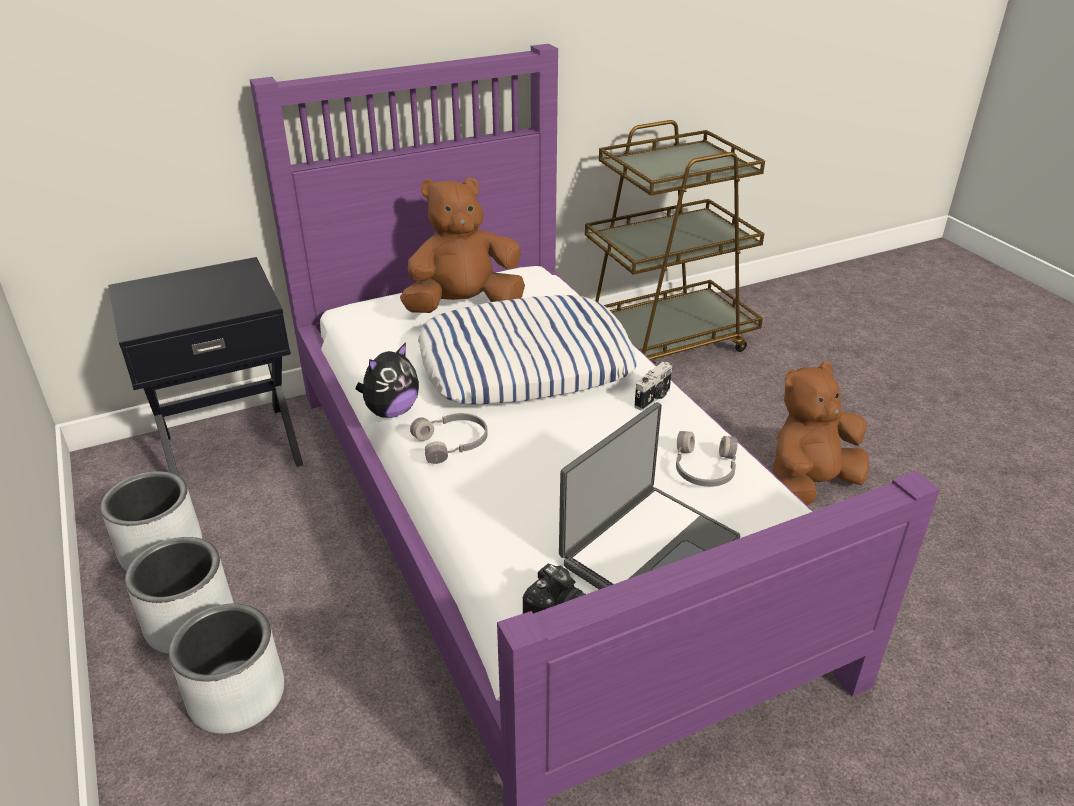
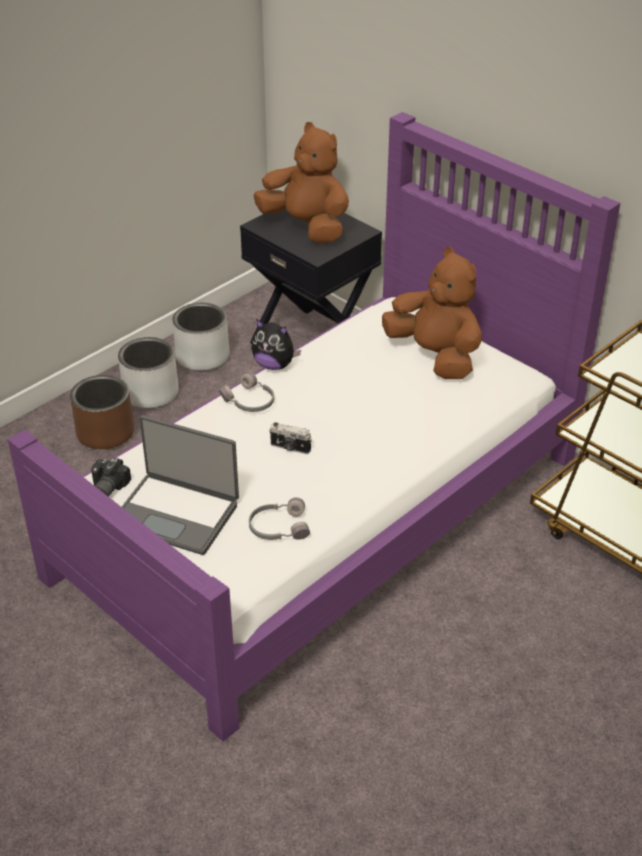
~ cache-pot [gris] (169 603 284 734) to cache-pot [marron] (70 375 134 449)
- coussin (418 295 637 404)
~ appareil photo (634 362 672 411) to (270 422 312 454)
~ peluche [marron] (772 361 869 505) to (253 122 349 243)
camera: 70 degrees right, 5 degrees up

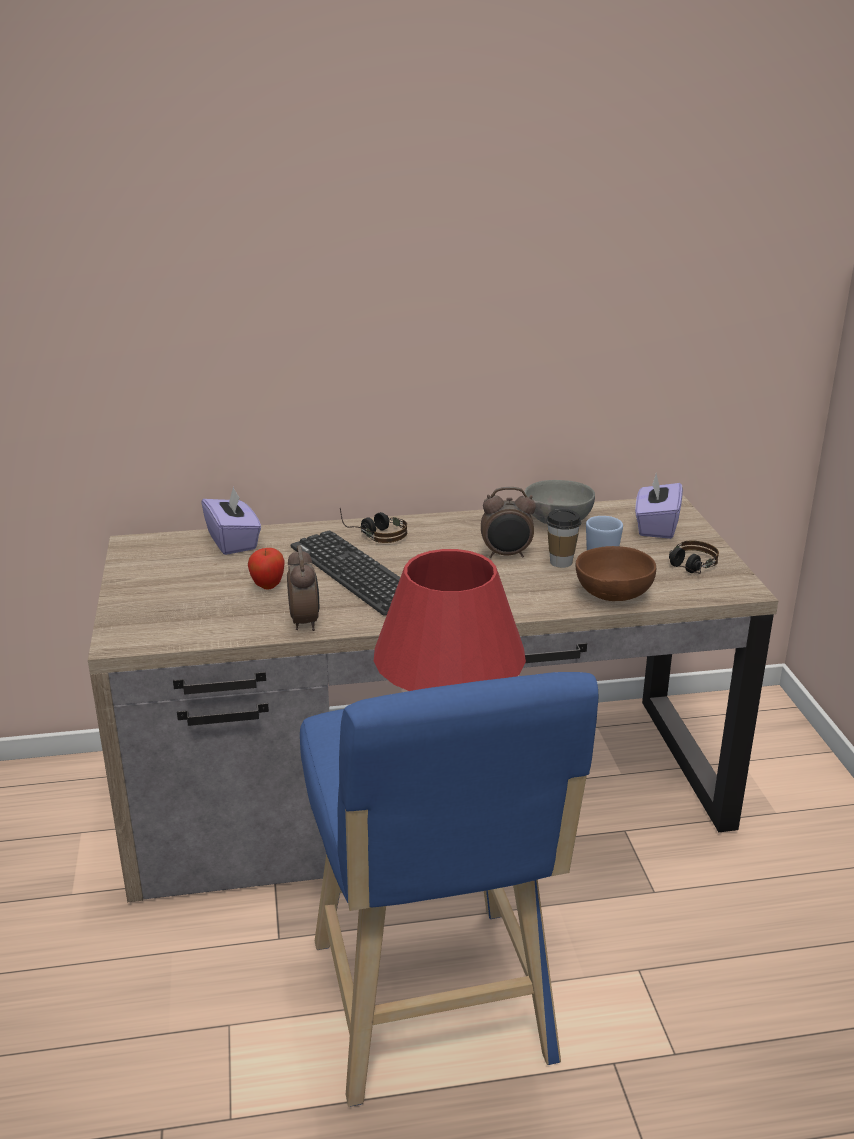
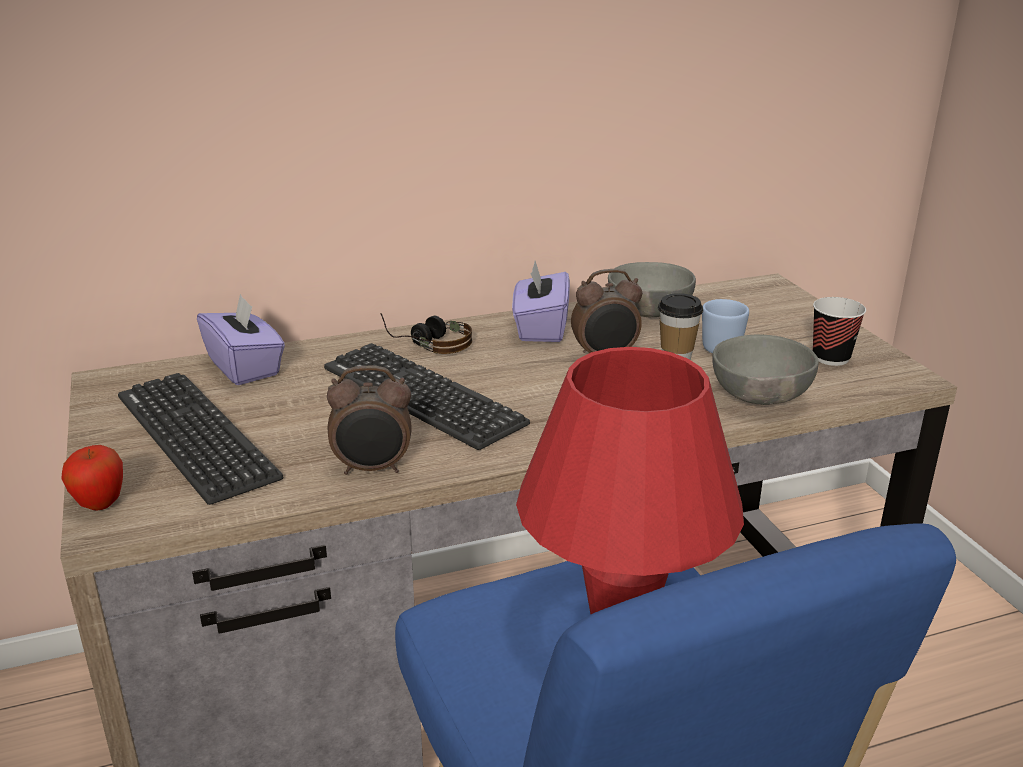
~ pomme (248 548 285 589) to (61 445 123 511)
~ réveil (287 545 319 631) = (327 366 411 475) 105 degrees clockwise
~ bol [marron] (576 546 656 601) to bol [gris] (712 335 819 405)
~ boîte à mouchoirs [violet] (635 474 683 539) to (512 261 570 342)
~ casque audio (669 540 719 574) to tasse (813 297 866 366)
+ clavier (118 373 284 505)
camera: 10 degrees left, 0 degrees up

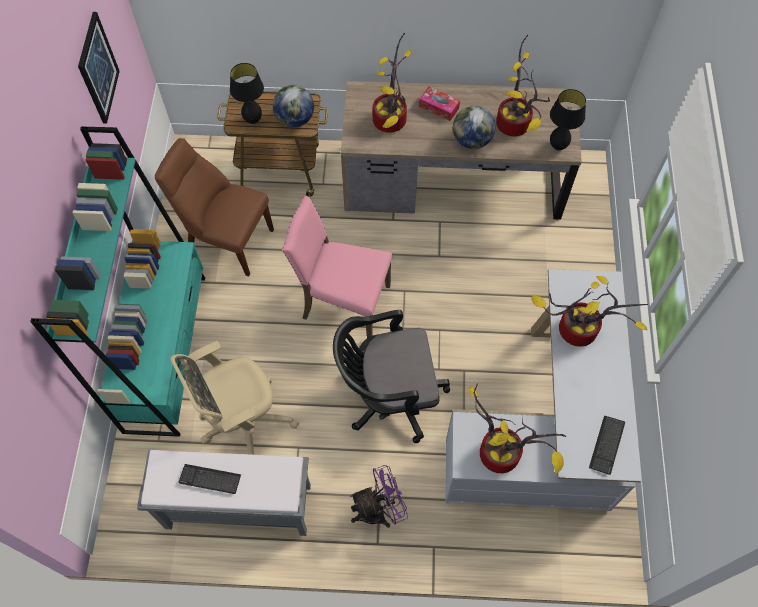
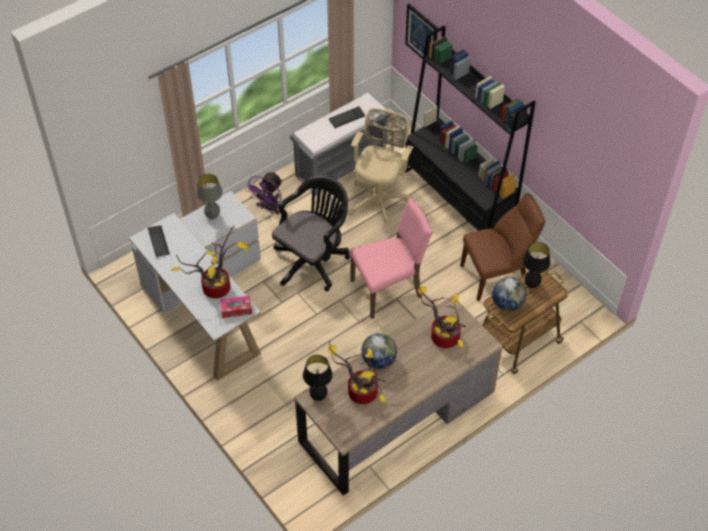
~ bibliothèque [turquoise] (30 127 205 437) to bibliothèque [noir] (405 25 536 231)
~ tableau (78 12 120 123) to (405 4 438 68)
~ boîte à mouchoirs (419 86 460 121) to (220 296 252 318)
~ plante en pot (468 384 566 473) to lampe de table [gris] (196 174 223 219)
camera: 140 degrees right, 10 degrees down

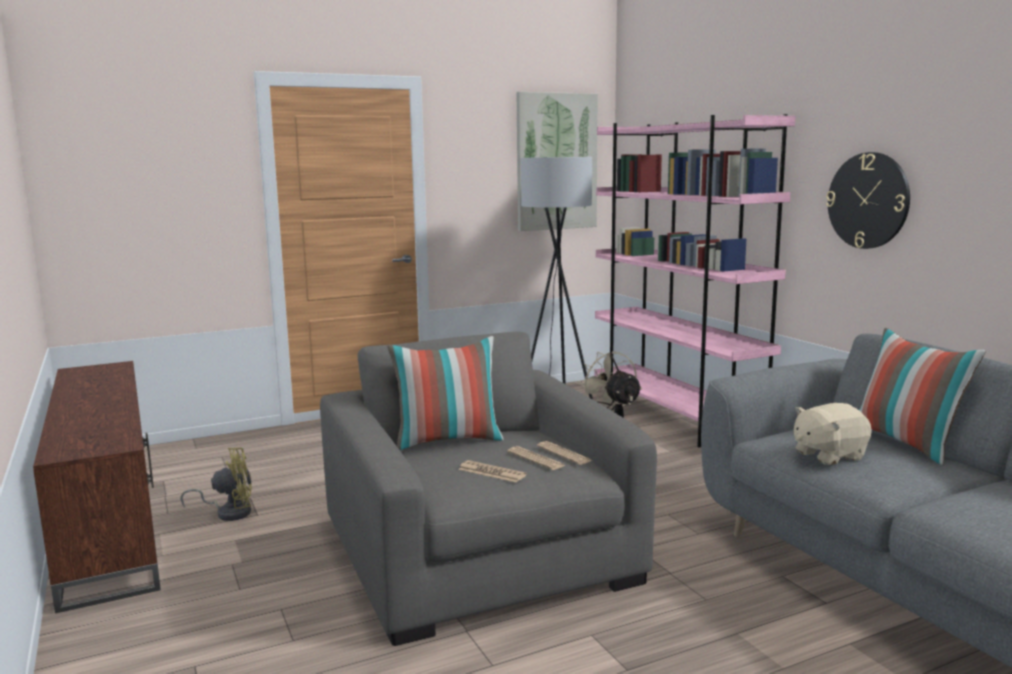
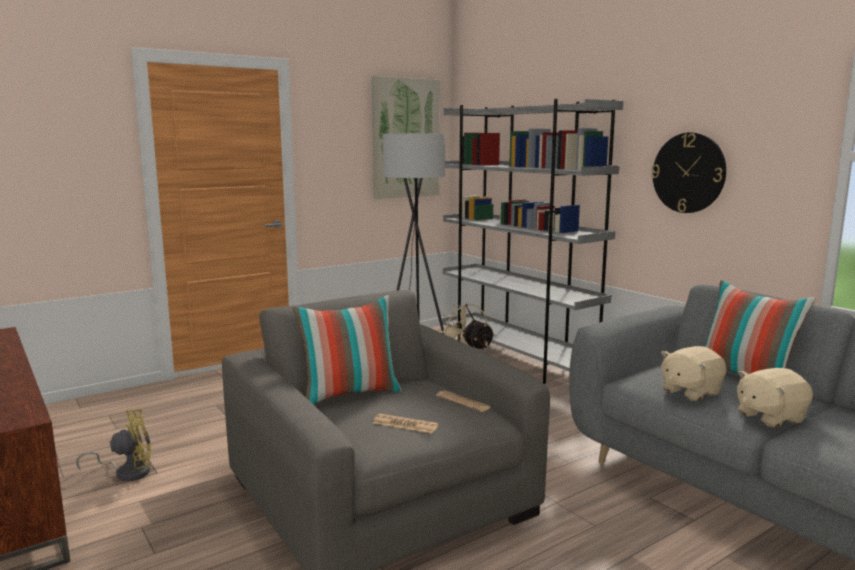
- journal (507 446 566 470)
~ bibliothèque [rose] (594 114 795 448) to bibliothèque [gris] (443 99 623 384)
+ peluche [beige] (737 368 813 427)
camera: 10 degrees left, 0 degrees up

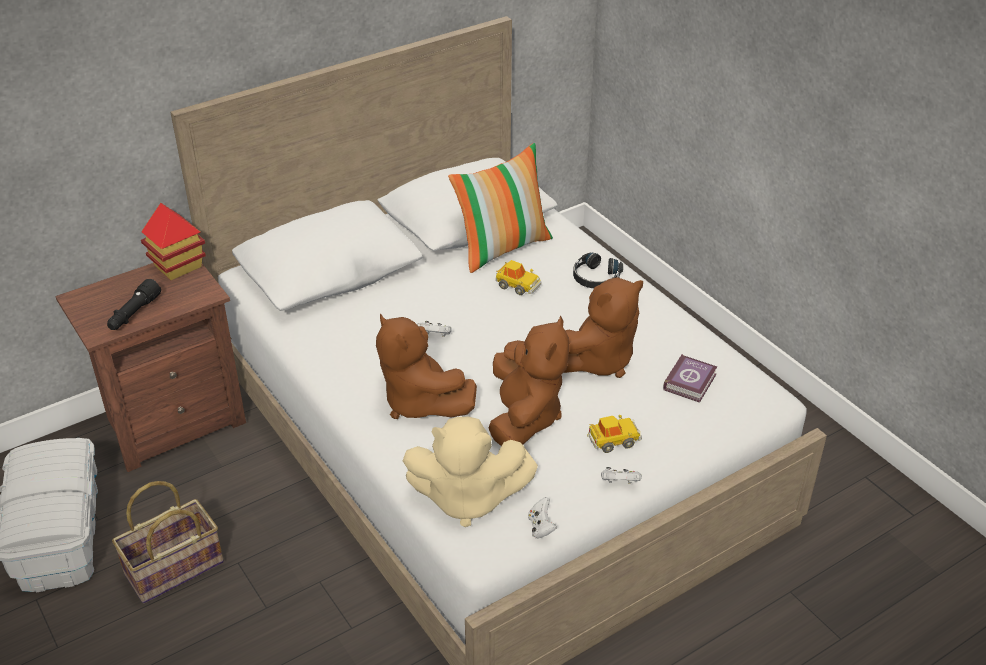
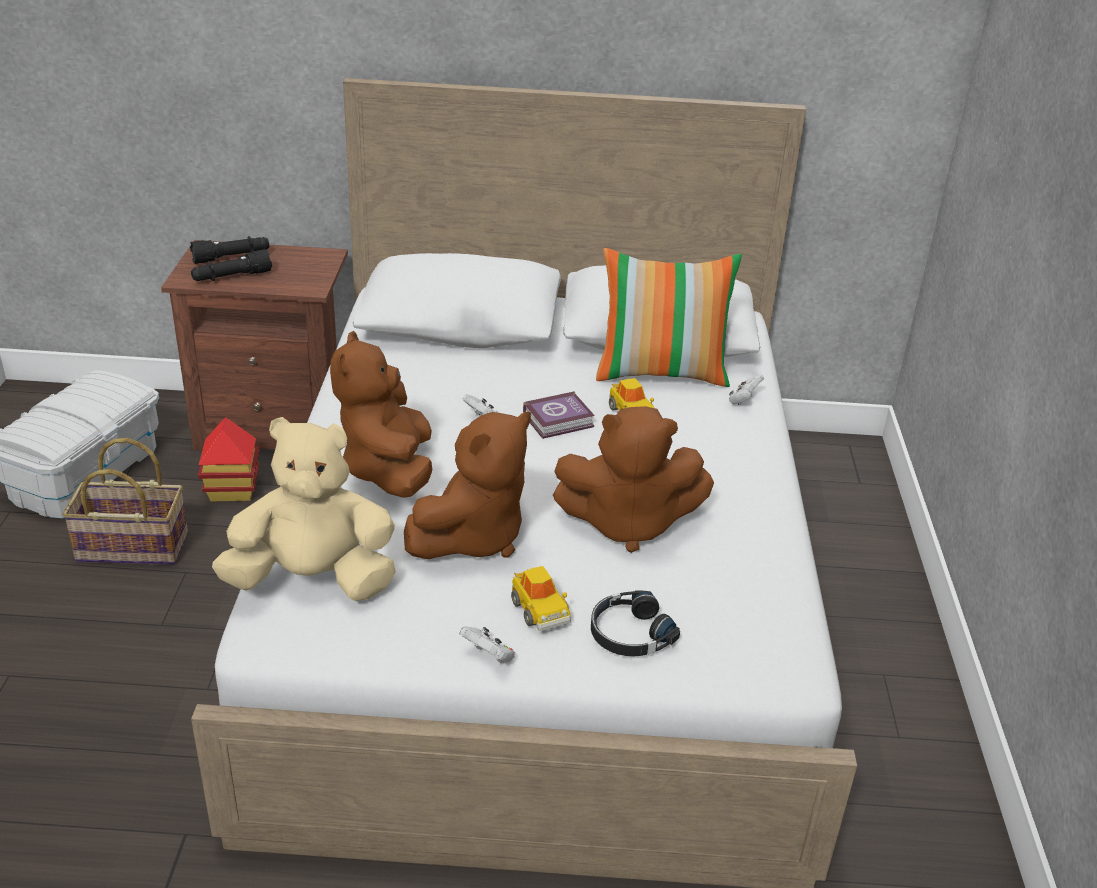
~ maison miniature (141 203 206 280) to (198 417 259 501)
~ peluche [beige] (403 417 538 527) = (212 417 396 601) 135 degrees clockwise
~ manette [blanc] (528 497 557 538) to (729 374 764 405)
~ casque audio [noir] (573 252 623 288) to (591 591 680 657)
~ petite voiture (587 415 642 453) = (511 566 571 631) 45 degrees clockwise
~ livre (663 354 717 403) to (523 391 595 439)
+ lampe de poche [noir] (190 236 269 264)
camera: 35 degrees right, 5 degrees down

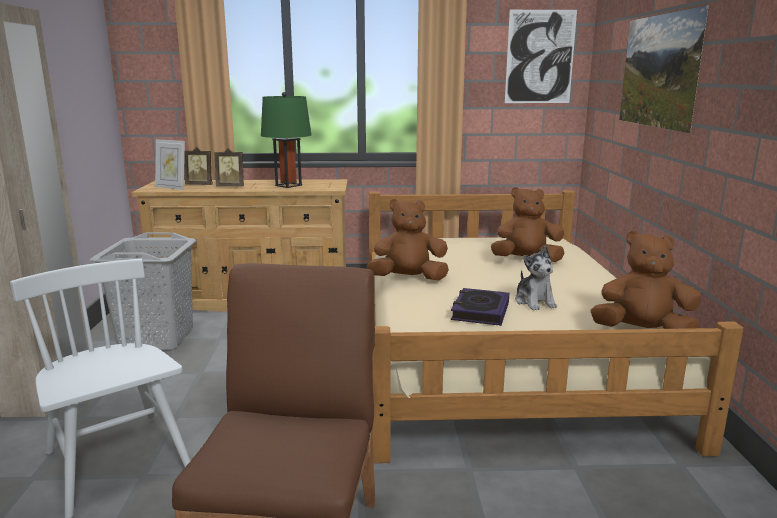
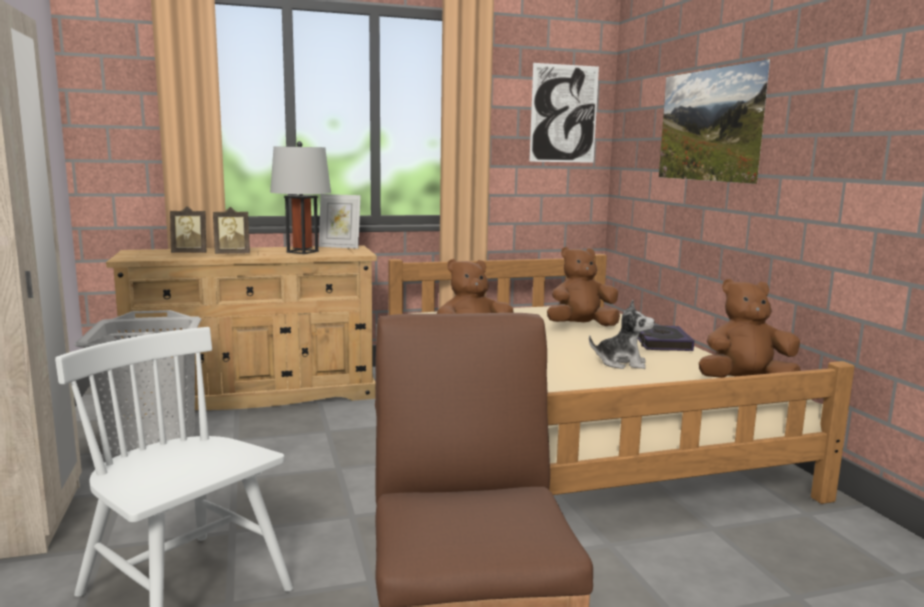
~ cadre photo (155 139 185 190) to (319 194 361 249)
~ lampe de table [vert] (261 92 311 188) to lampe de table [gris] (270 141 331 254)
~ livre (451 288 509 326) to (638 325 694 351)
~ peluche (515 246 557 311) = (589 300 655 369) 45 degrees counterclockwise
camera: 15 degrees left, 5 degrees down

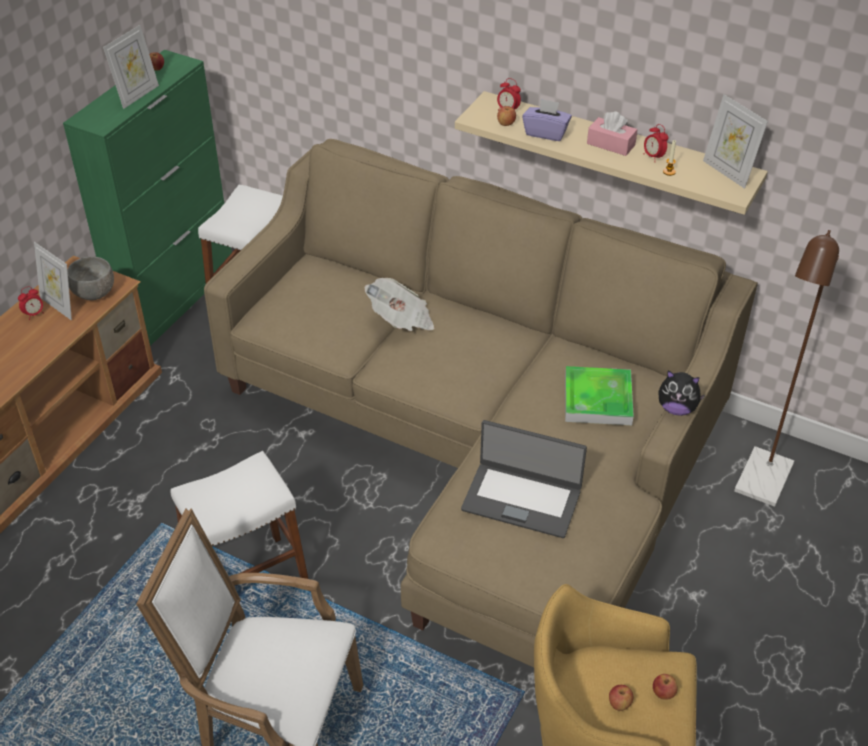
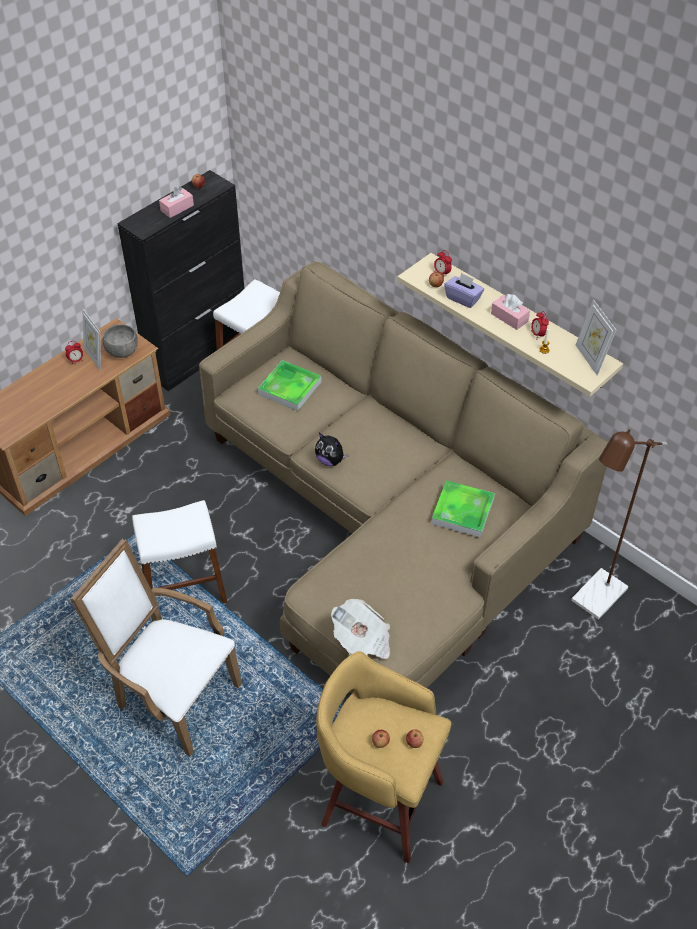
~ meuble de rangement [vert] (63 50 232 346) to meuble de rangement [noir] (117 170 244 391)
~ cadre photo (103 25 159 109) to boîte à mouchoirs [rose] (159 187 194 218)
~ journal (365 278 434 331) to (331 599 390 659)
- ordinateur portable (461 420 587 538)
~ peluche (658 370 706 416) to (315 433 349 466)
+ plateau (258 360 321 411)
camera: 15 degrees right, 5 degrees up

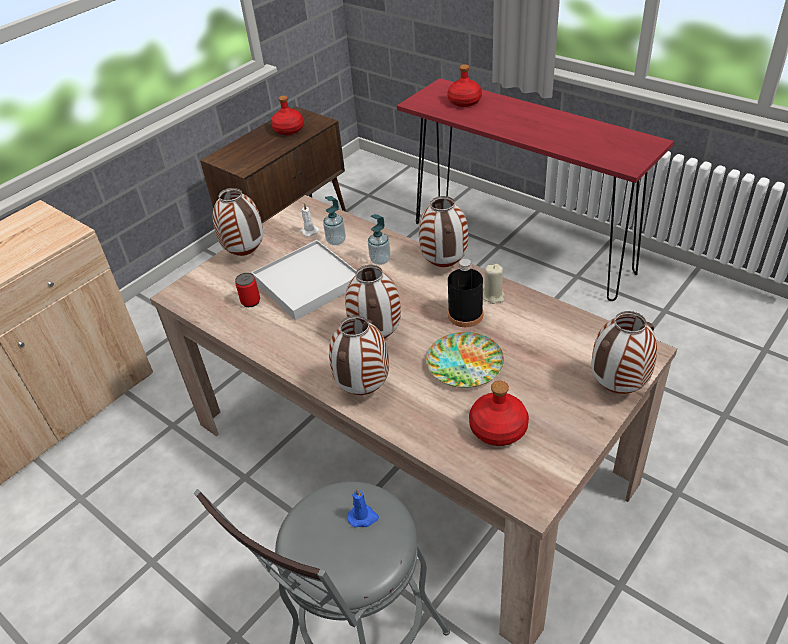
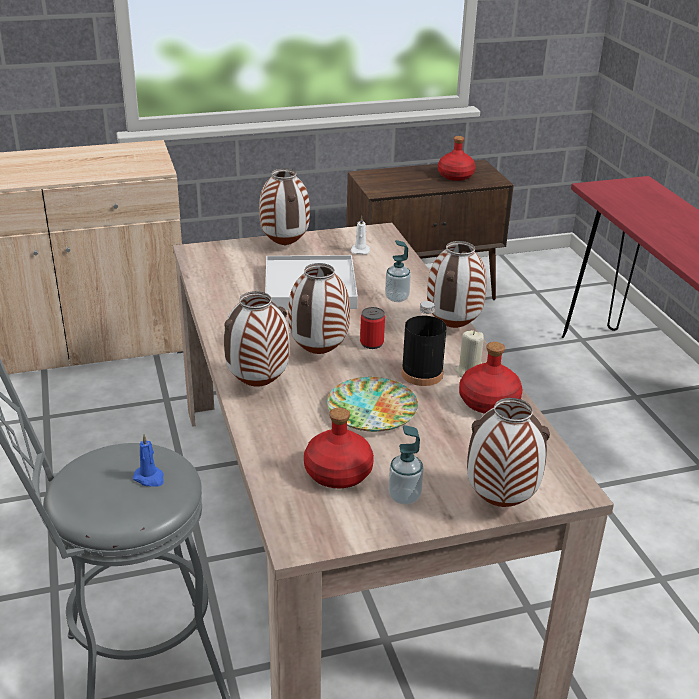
~ boîte métallique (235 273 260 307) to (360 307 385 349)
~ distributeur de savon (323 196 346 245) to (388 425 424 505)
~ bouteille [rouge] (447 64 482 107) to (459 342 523 414)
camera: 30 degrees right, 10 degrees down

